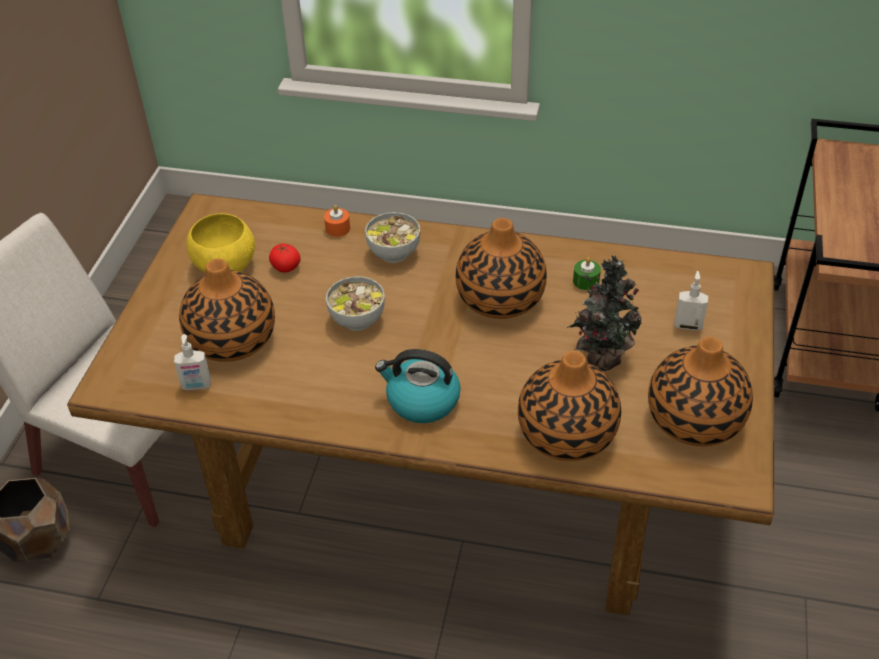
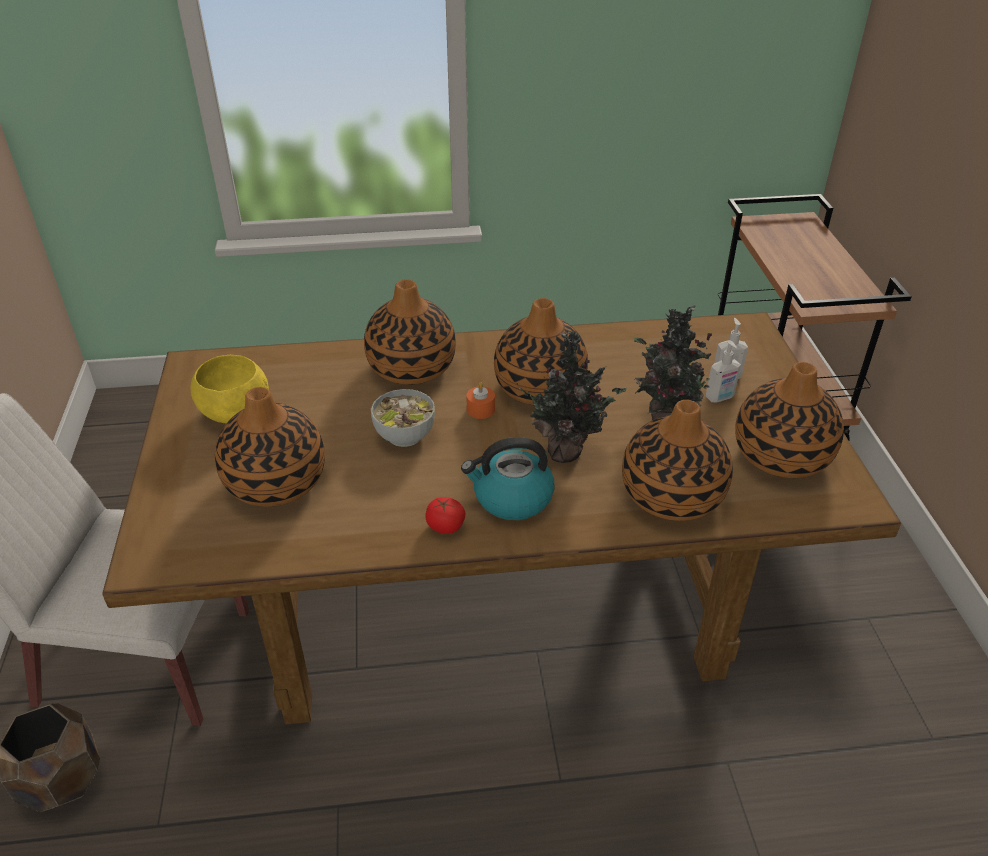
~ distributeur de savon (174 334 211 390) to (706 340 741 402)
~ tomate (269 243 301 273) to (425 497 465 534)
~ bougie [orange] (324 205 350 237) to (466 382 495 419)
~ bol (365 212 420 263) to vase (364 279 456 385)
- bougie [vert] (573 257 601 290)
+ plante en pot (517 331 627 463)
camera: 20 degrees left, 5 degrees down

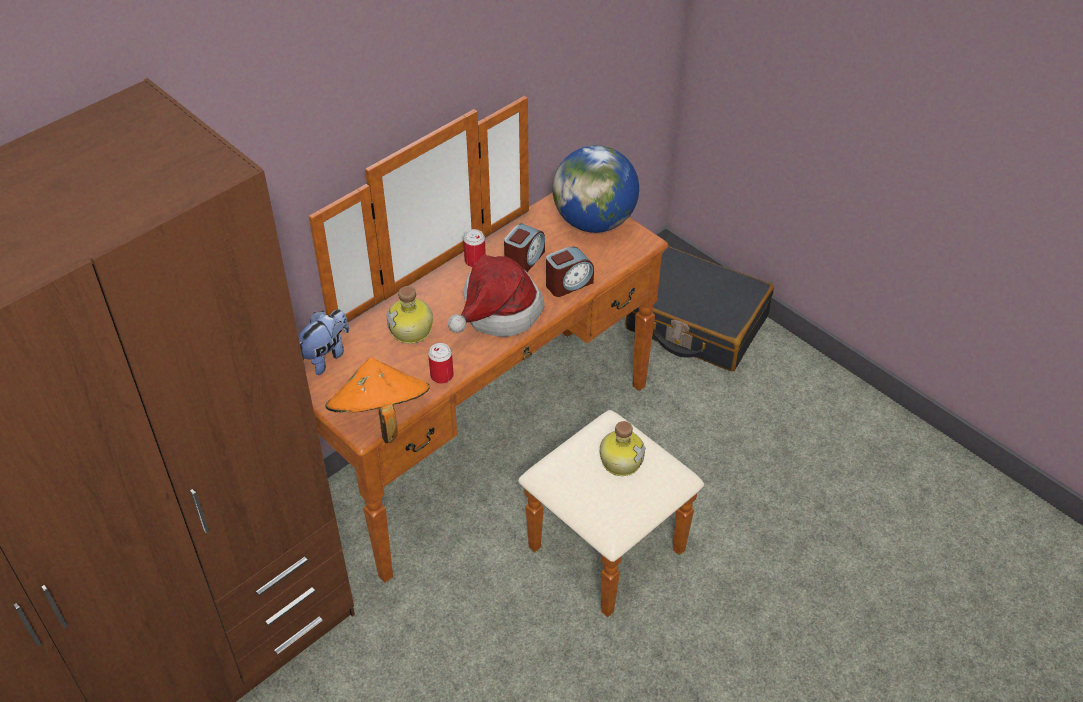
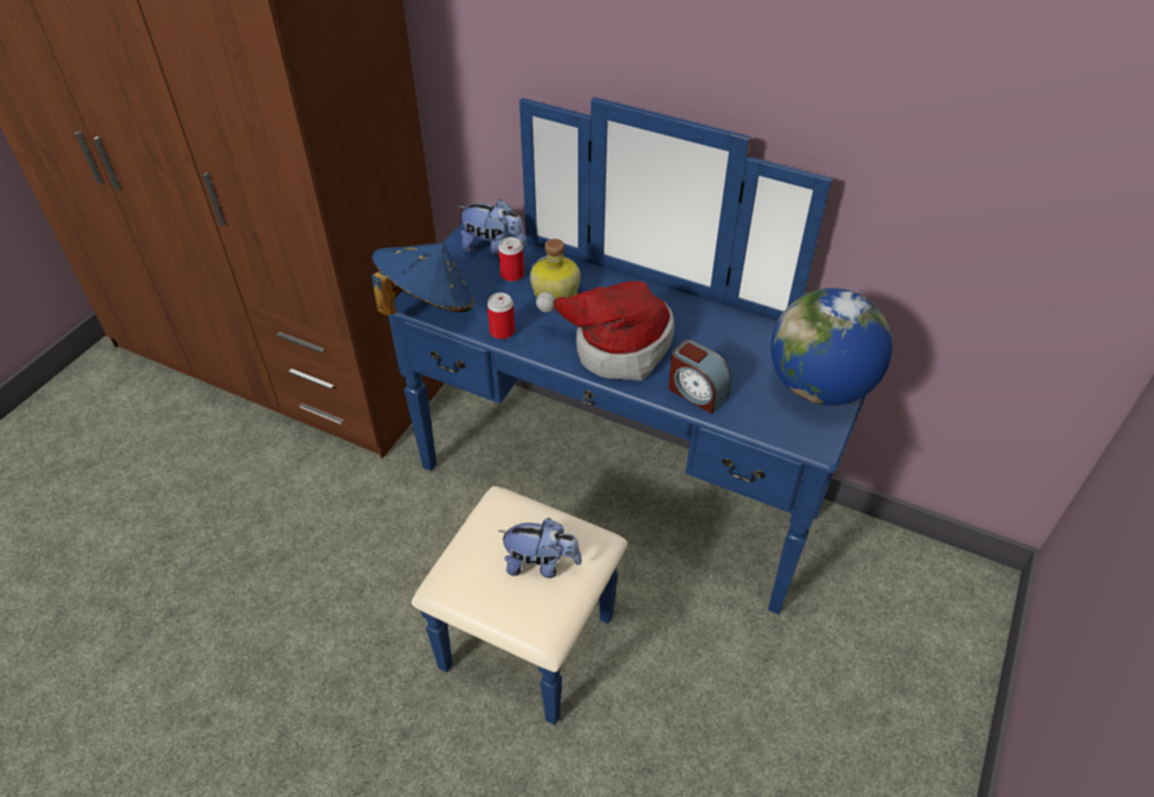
~ commode [marron] (303 96 704 617) to commode [bleu] (388 97 866 725)
~ chapeau [orange] (325 357 430 443) to chapeau [bleu] (371 243 474 316)
~ boîte métallique (463 229 486 267) to (498 237 524 282)
- réveil (504 224 545 272)
~ bouteille (600 421 646 476) to peluche (499 518 582 578)
- valise [noir] (625 246 774 371)
camera: 70 degrees right, 0 degrees up

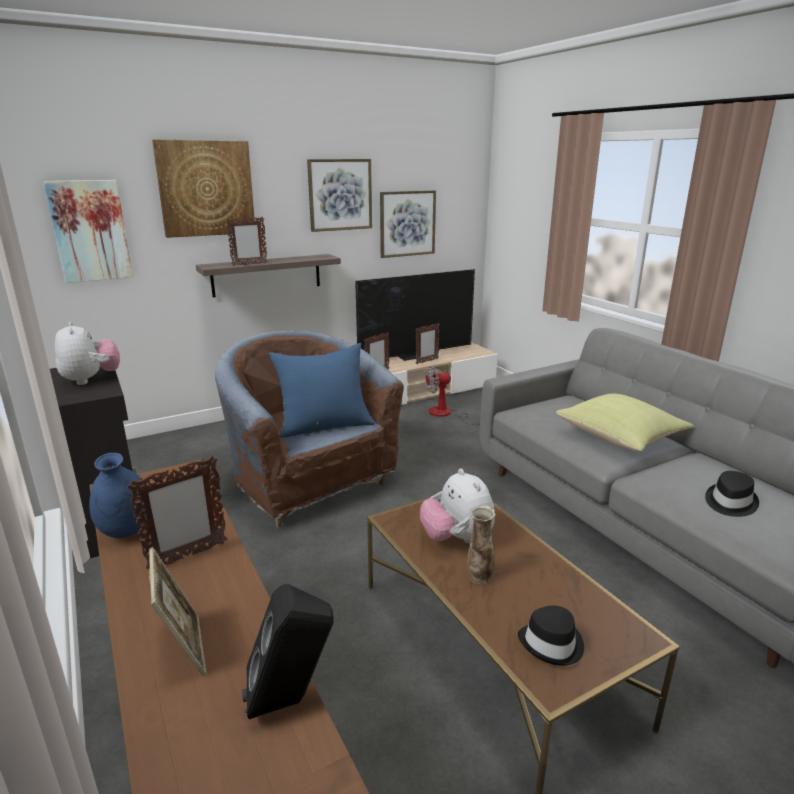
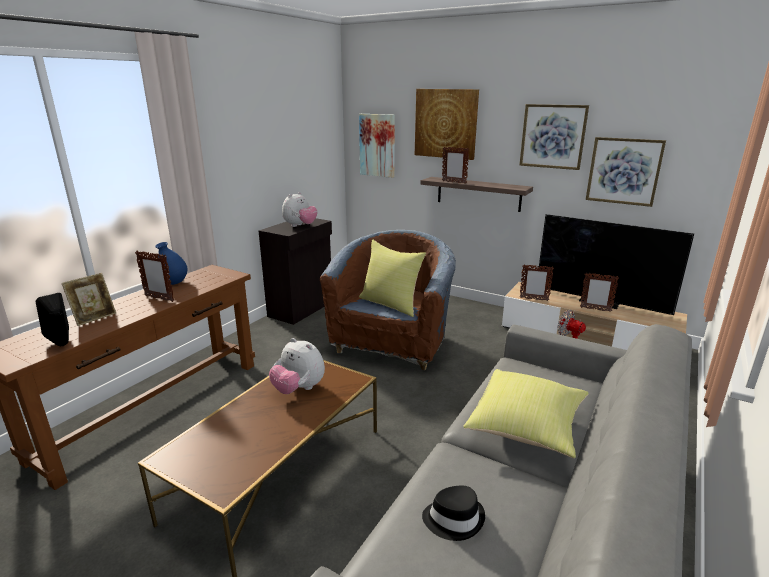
~ coussin [bleu] (269 343 375 438) to coussin [jaune] (359 240 426 317)
~ peluche (420 469 495 544) = (269 338 325 394) 90 degrees counterclockwise
- vase (467 505 496 584)
- chapeau [noir] (518 605 584 666)
camera: 60 degrees right, 0 degrees up

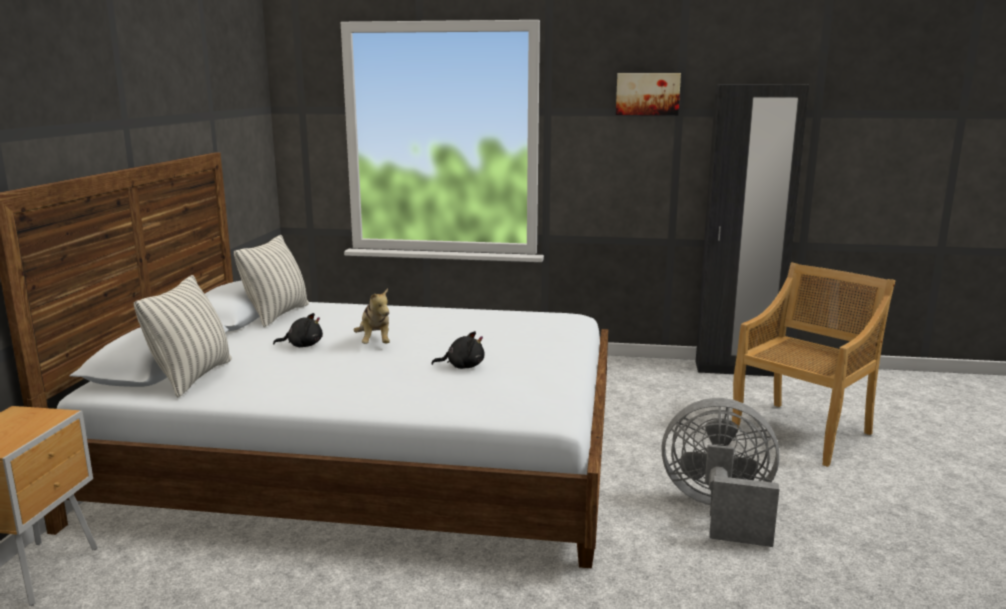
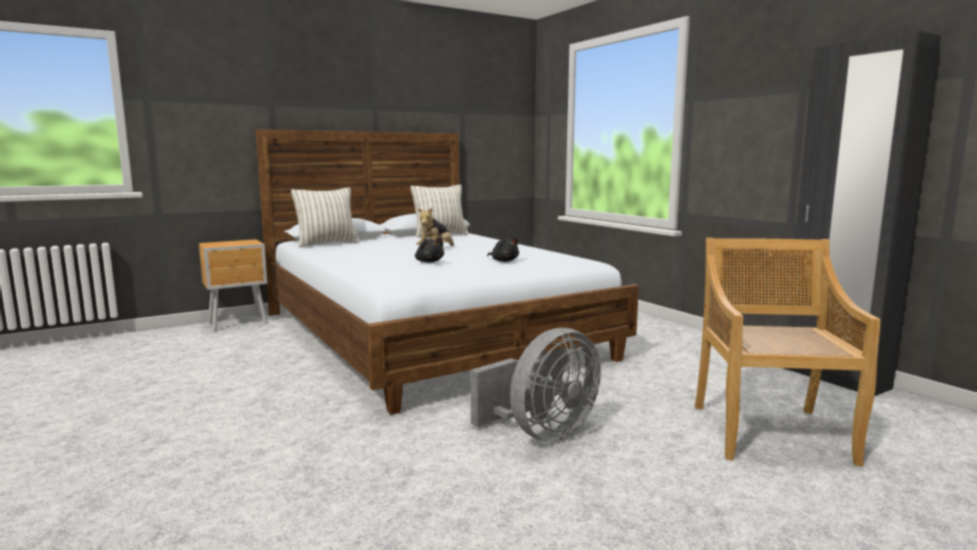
~ peluche [noir] (273 313 323 347) to (487 237 519 262)
- tableau (616 73 681 115)
~ ventilateur [gris] (661 398 780 547) = (471 328 601 442) 75 degrees clockwise
~ chaise [beige] (732 263 895 467) = (695 238 880 466) 90 degrees counterclockwise
camera: 50 degrees right, 5 degrees down

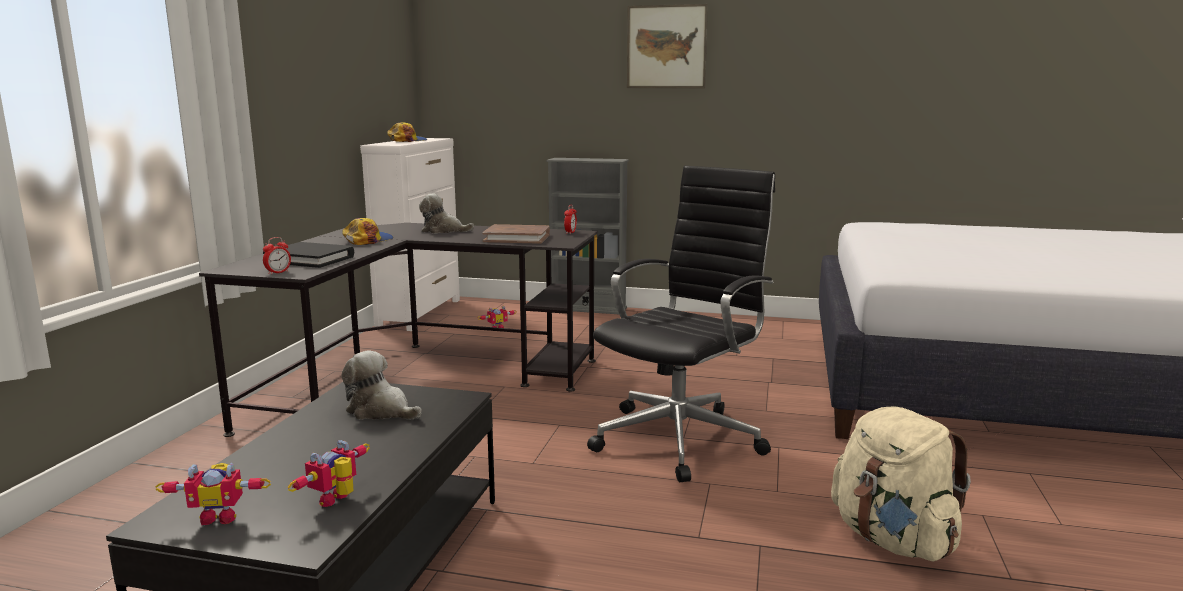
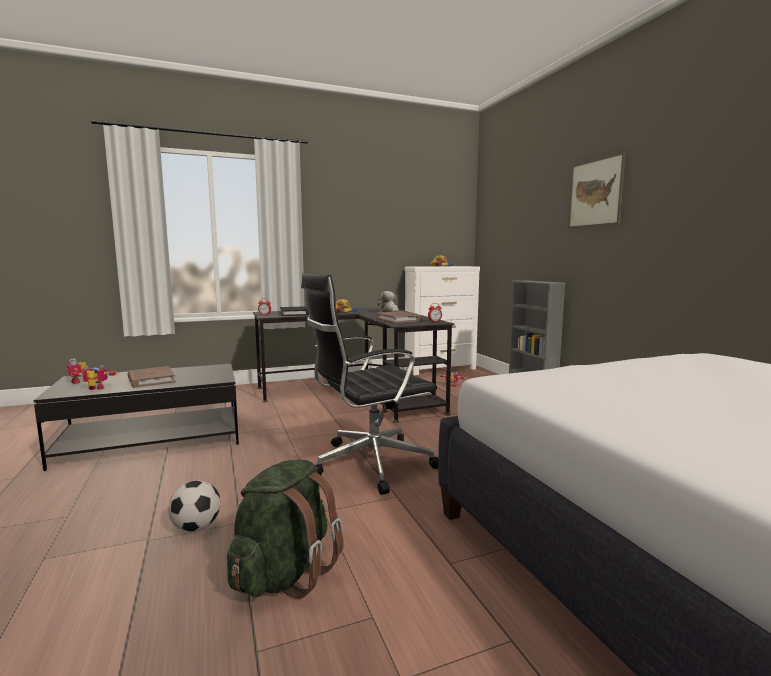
- peluche (341 350 422 420)
~ chaise de bureau [noir] (587 166 775 482) = (301 273 438 495) 150 degrees clockwise
~ sac à dos [beige] (831 406 971 561) to sac à dos [vert] (227 459 344 599)
+ livre [marron] (128 366 176 388)
+ ballon de foot (169 480 220 532)
camera: 55 degrees right, 5 degrees down

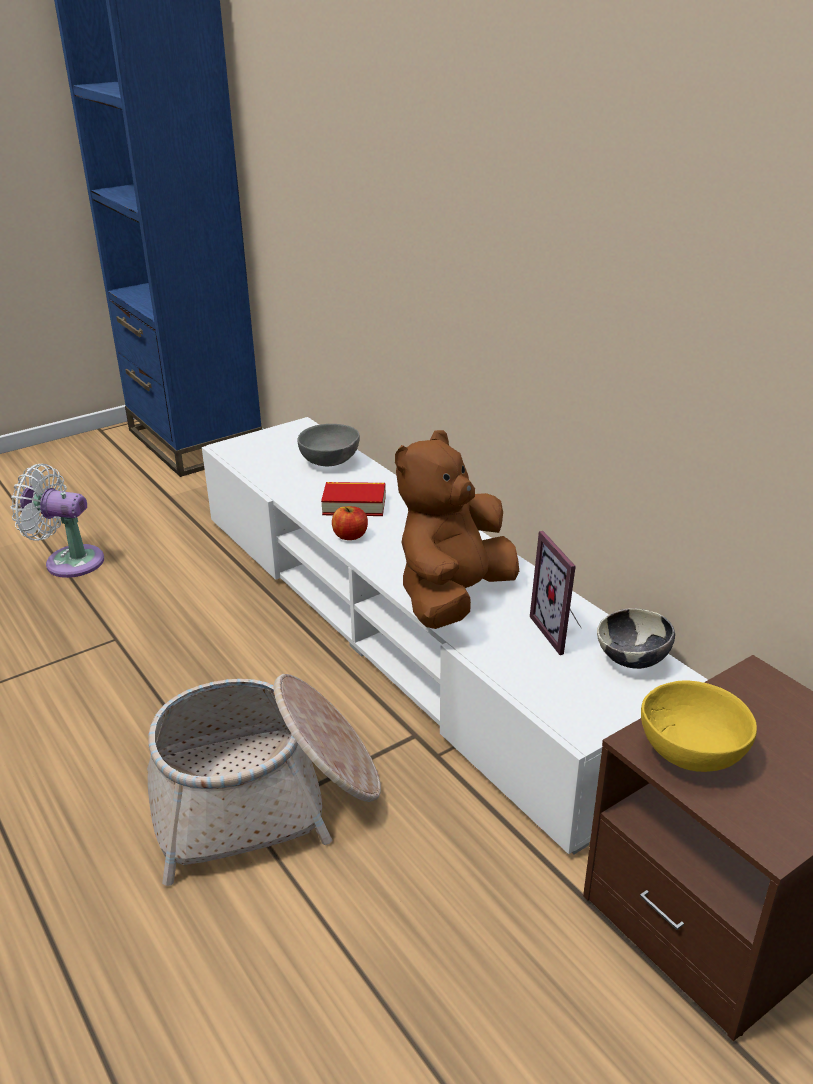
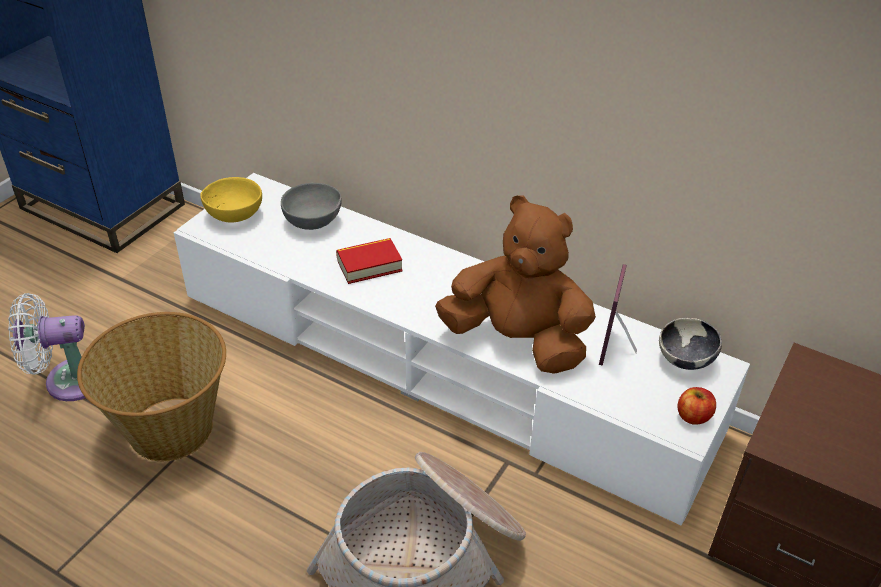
~ pomme (332 506 368 540) to (677 387 716 425)
~ peluche [marron] (395 430 519 629) = (435 195 596 374) 105 degrees clockwise
~ cadre photo (530 531 581 655) = (599 264 637 366) 60 degrees clockwise
~ bol [jaune] (641 680 757 772) to (200 177 262 223)
+ panier (77 312 226 461)
camera: 25 degrees left, 10 degrees up

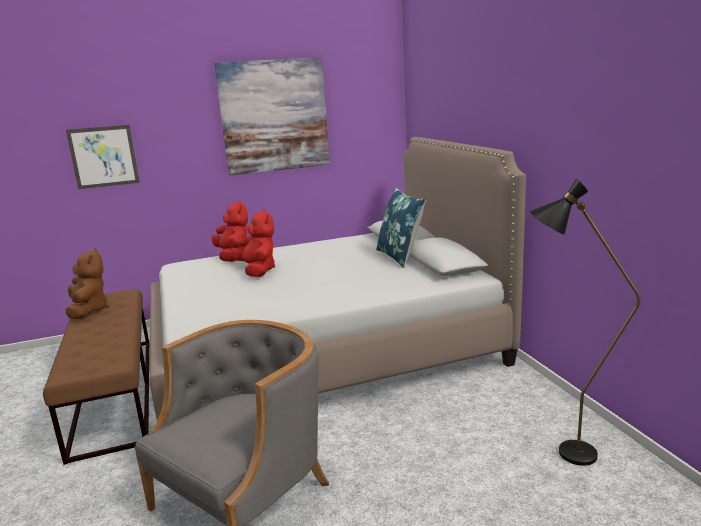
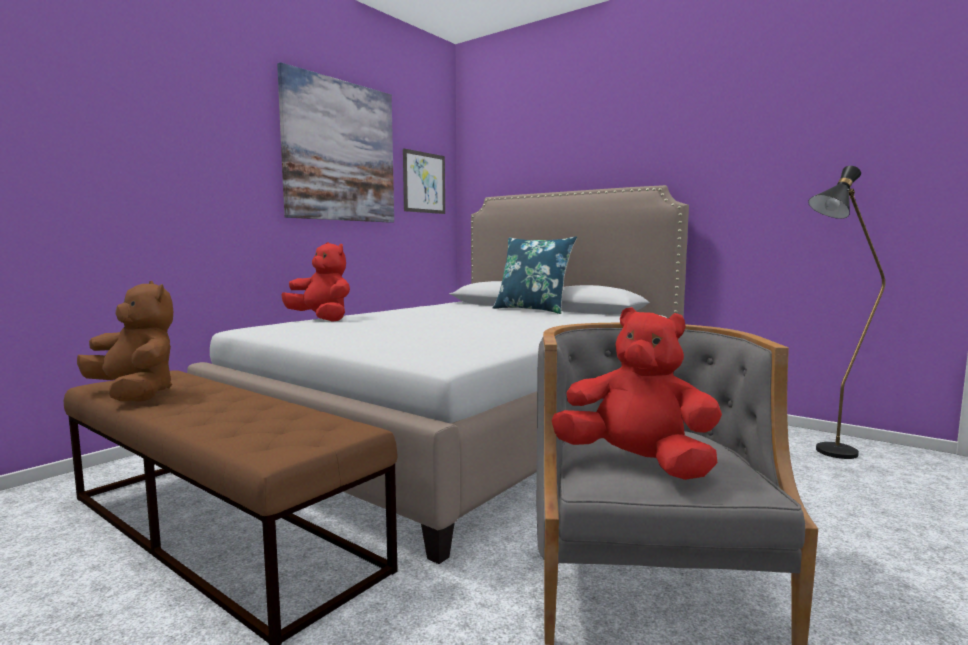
~ tableau (66 125 140 189) to (403 148 445 214)
~ peluche [rouge] (232 209 275 277) to (552 307 722 480)
camera: 35 degrees left, 10 degrees down

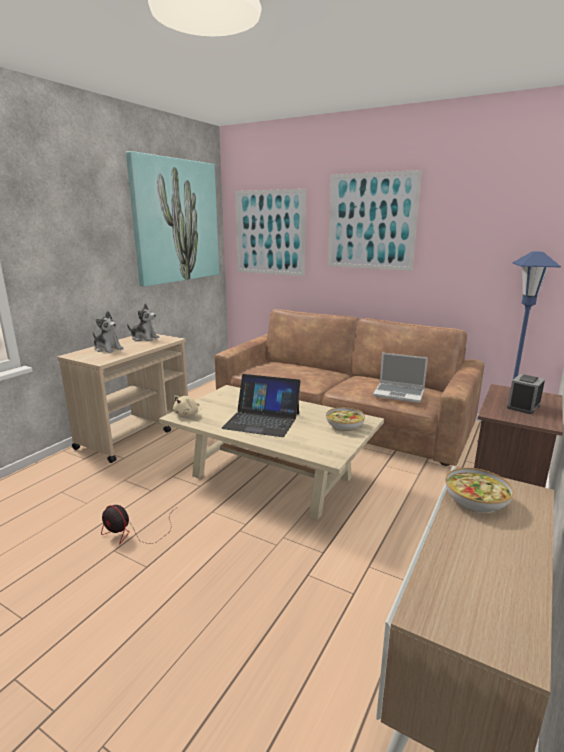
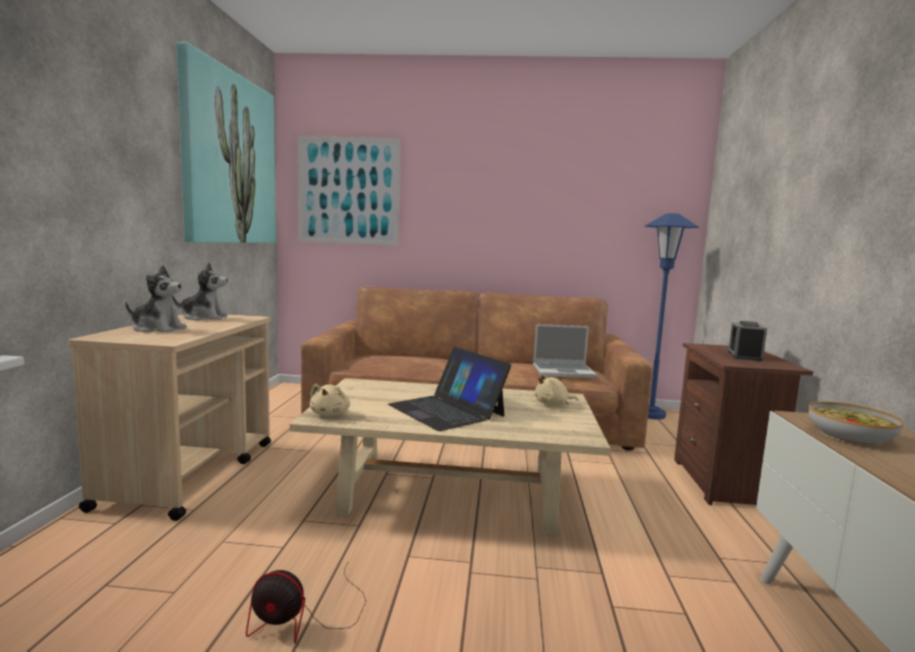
~ ordinateur portable (221 374 301 437) = (388 347 511 431) 60 degrees clockwise
~ bol (326 407 365 432) to peluche [beige] (535 373 578 406)
- tableau (328 170 422 271)
camera: 25 degrees left, 10 degrees down

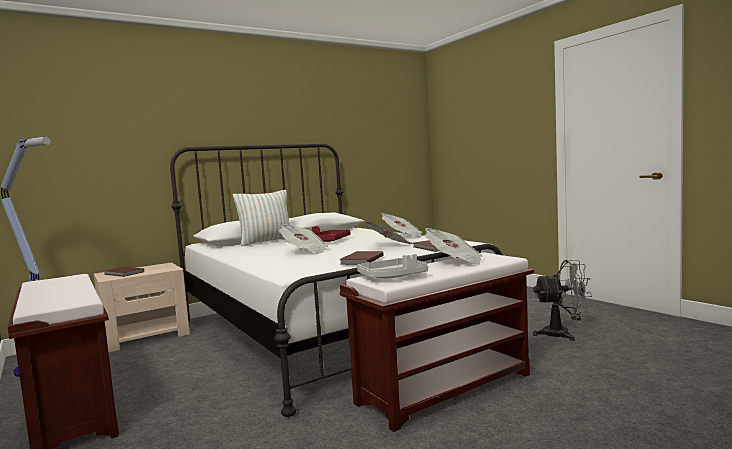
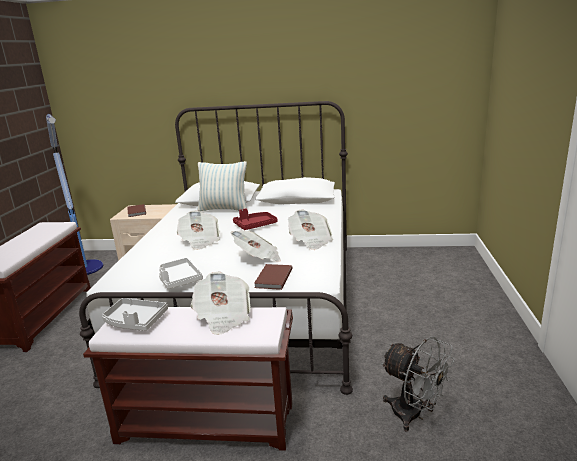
~ livre [marron] (340 251 384 265) to plateau [blanc] (158 258 203 289)
camera: 40 degrees right, 15 degrees up

